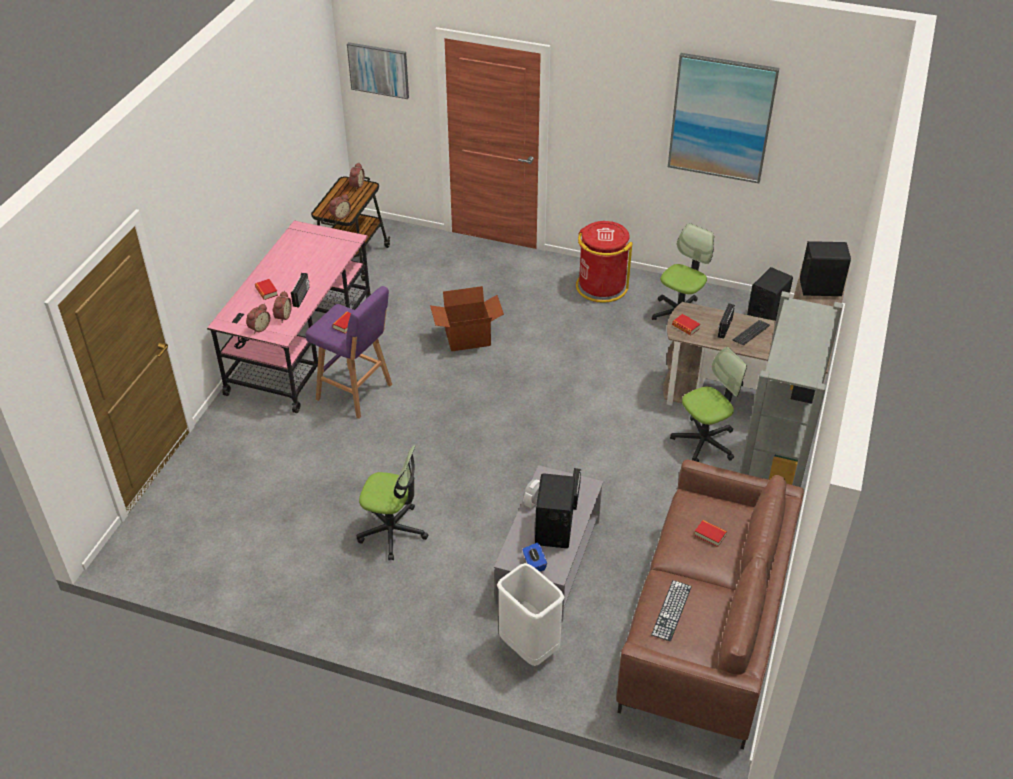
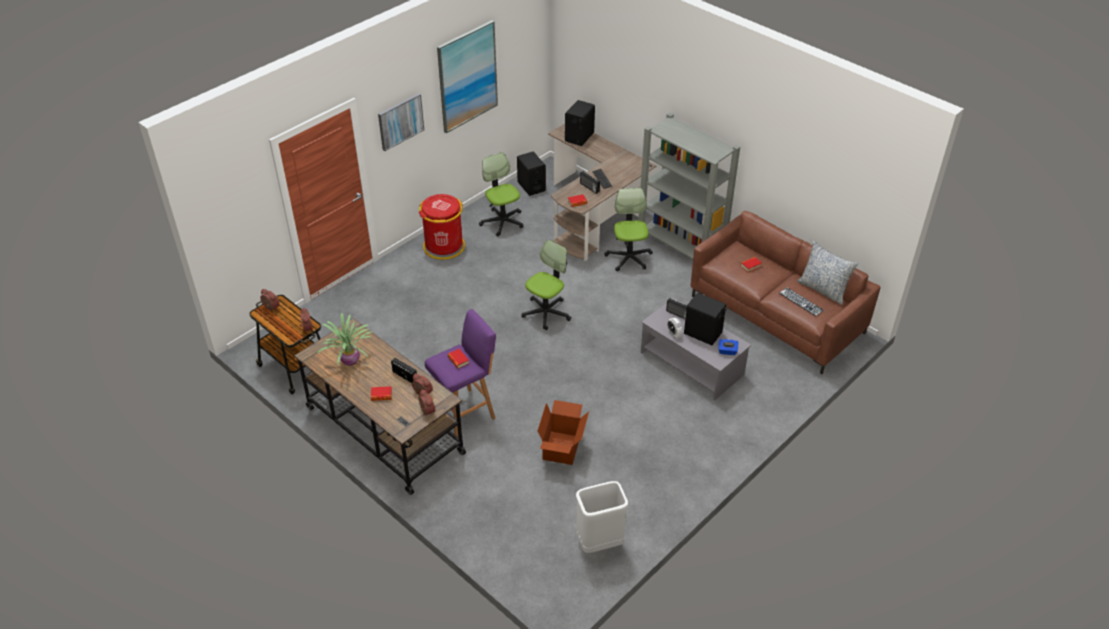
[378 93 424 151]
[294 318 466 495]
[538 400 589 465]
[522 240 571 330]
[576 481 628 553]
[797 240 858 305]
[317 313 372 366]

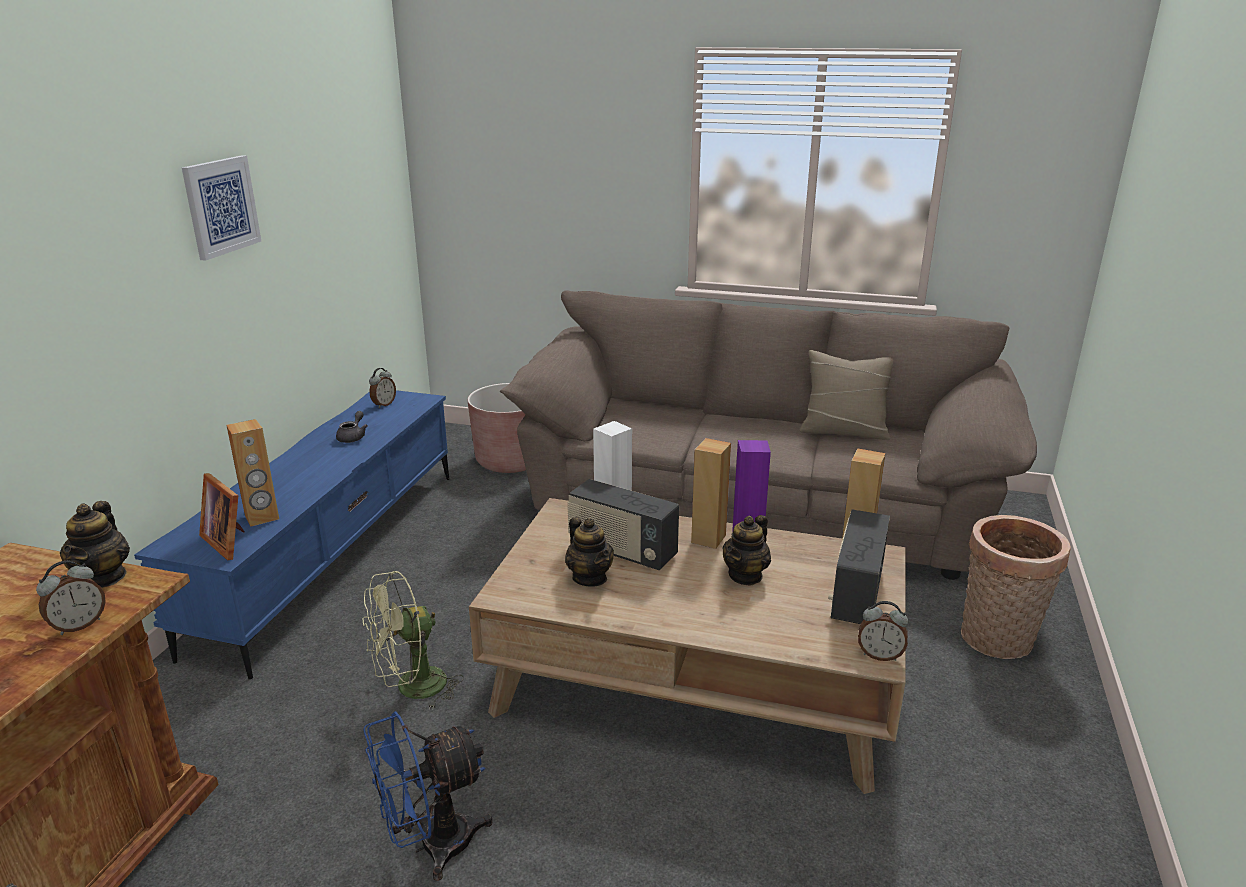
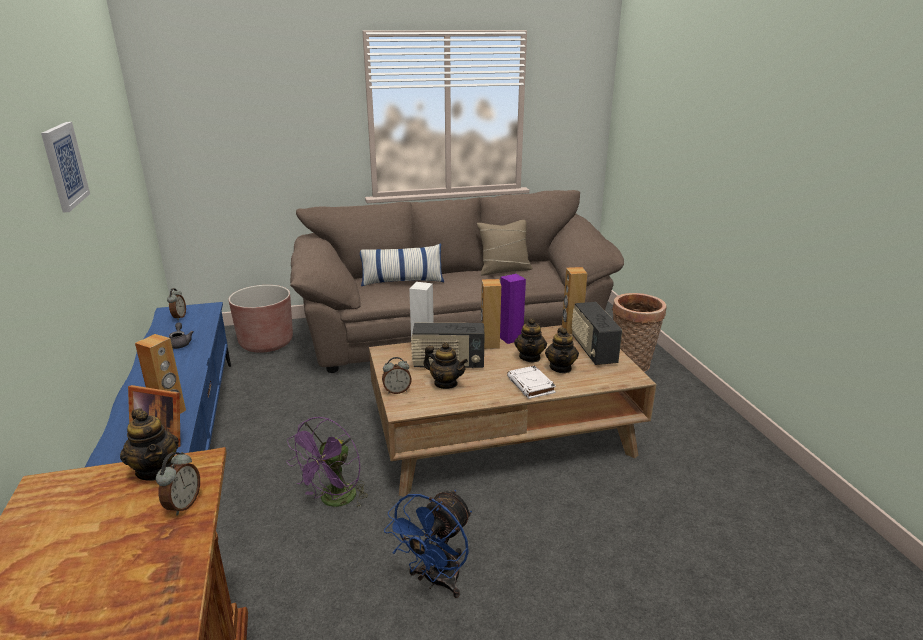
[286 417 368 508]
[382 357 412 394]
[360 244 444 286]
[545 328 579 373]
[507 366 556 399]

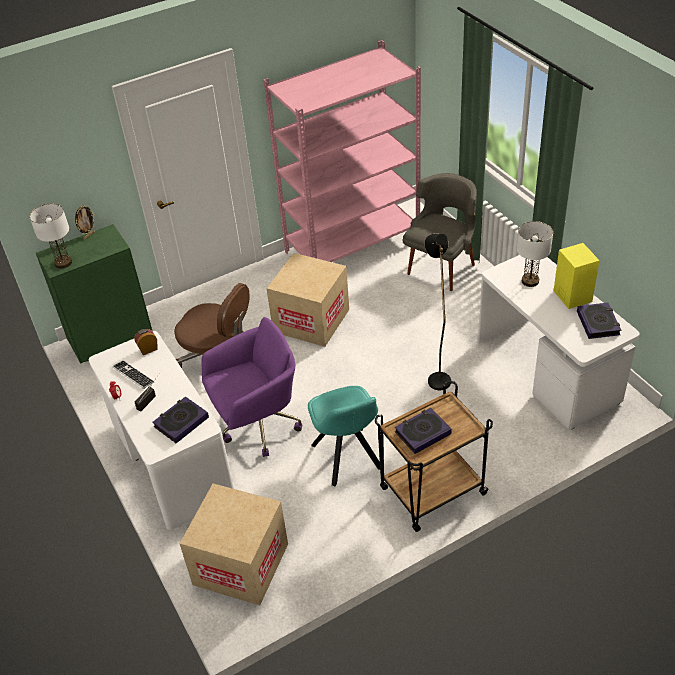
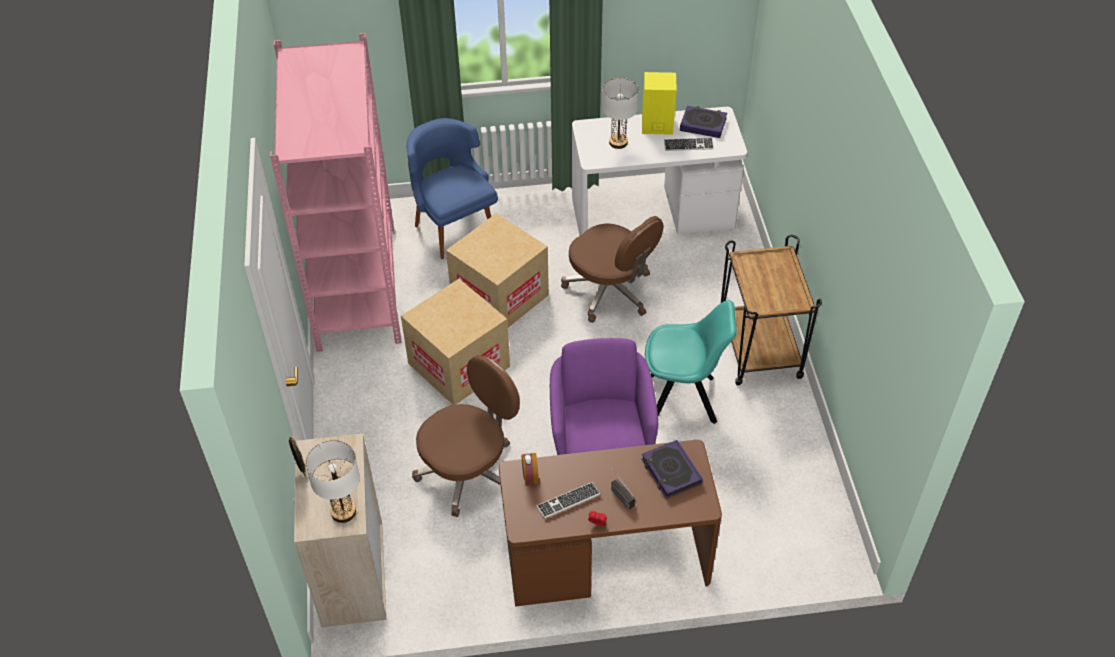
[406 118 498 259]
[293 433 386 627]
[561 216 664 323]
[499 440 722 607]
[395 408 452 454] (first image)
[446 213 549 327]
[664 138 714 151]

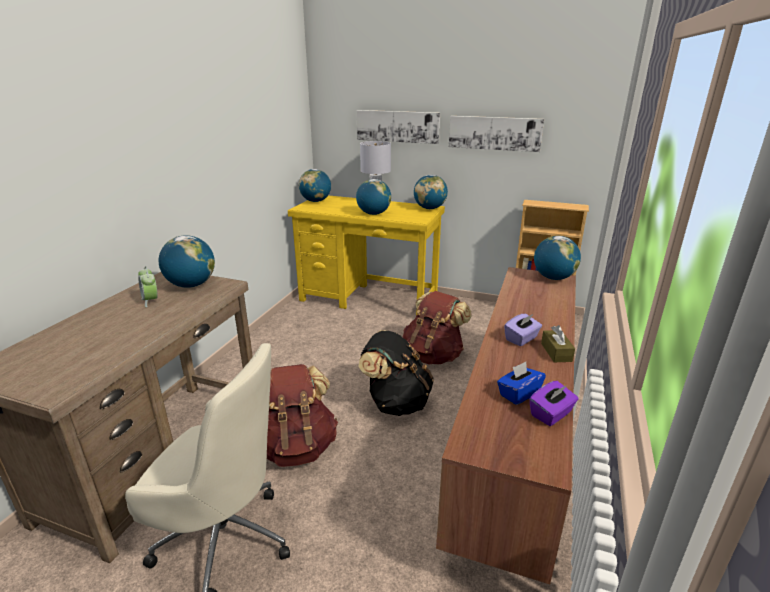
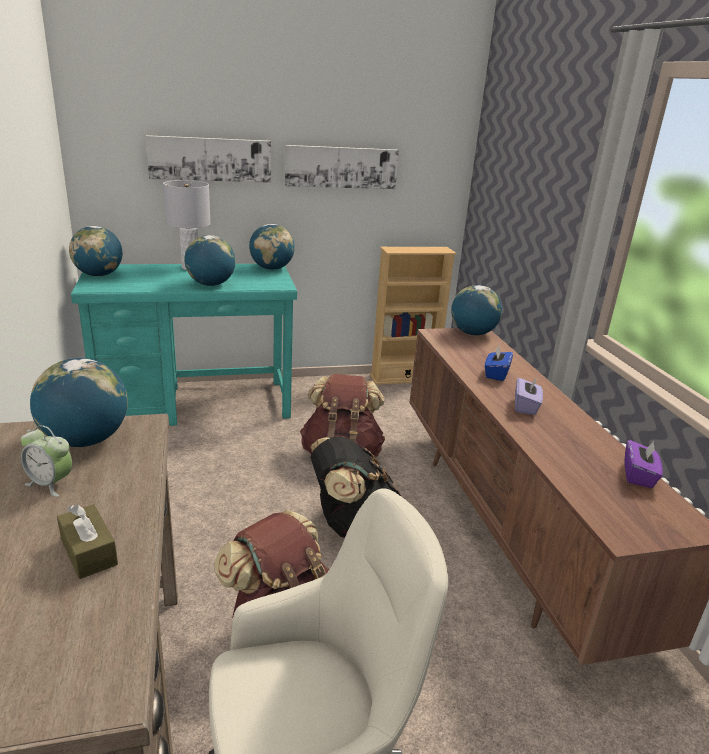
[71 264 297 426]
[57 504 118 579]
[485 346 513 381]

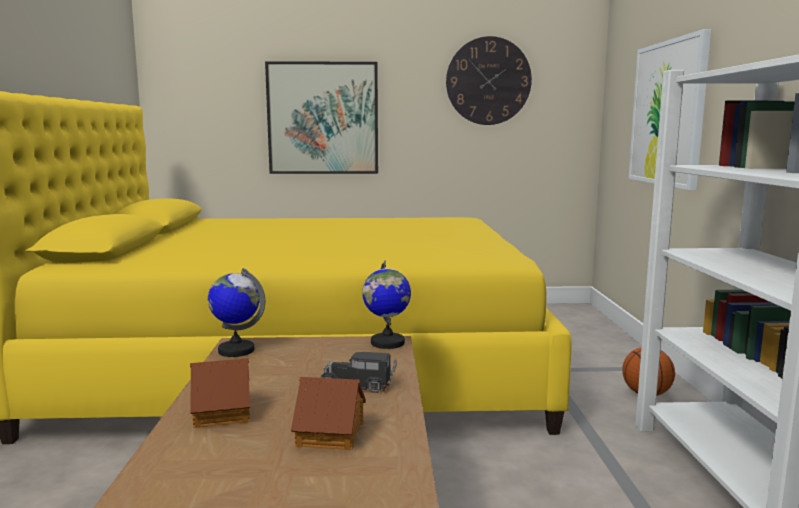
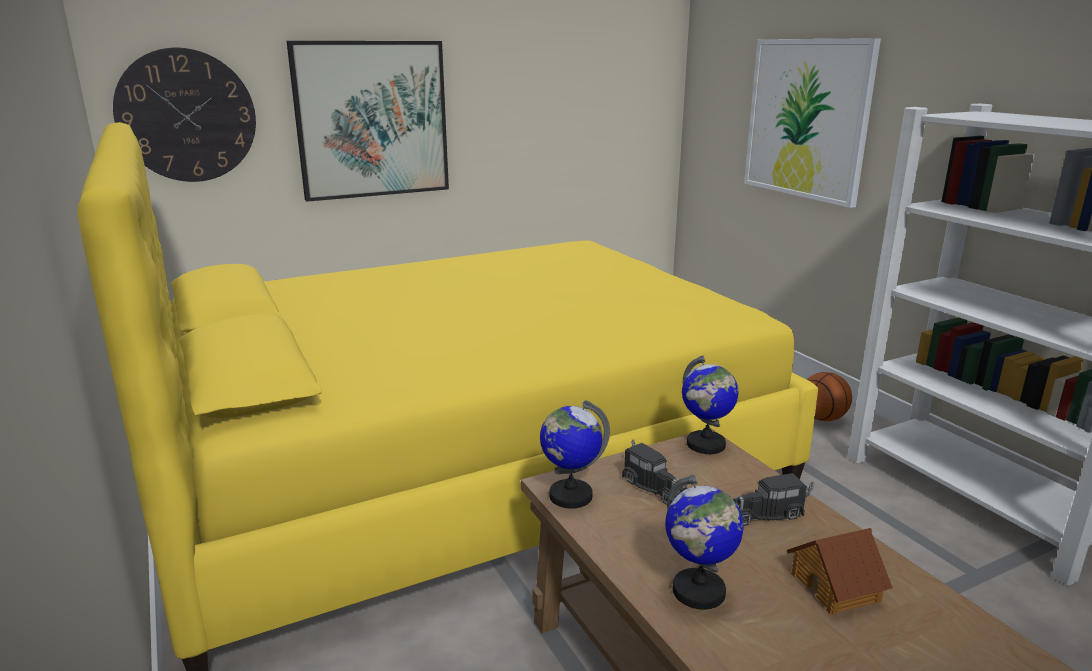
[113 48 256 182]
[665 475 744 610]
[622 439 688 505]

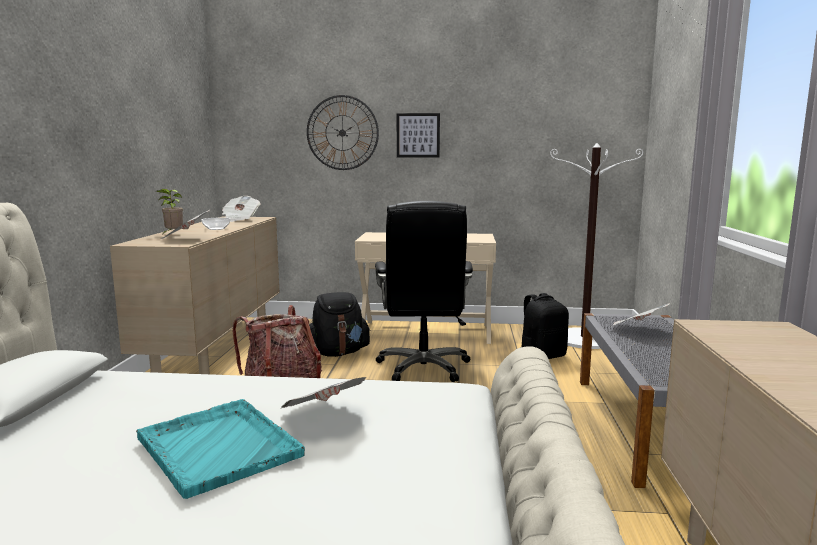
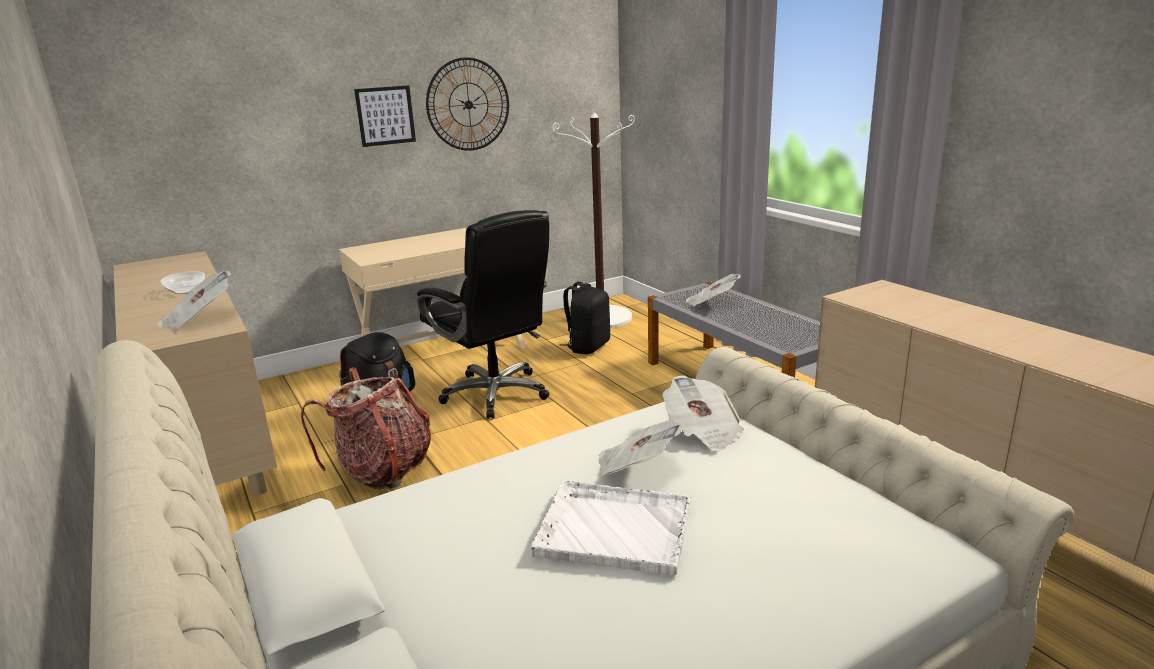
[426 57 509 151]
[156 189 183 234] (first image)
[662 375 744 452]
[530 481 691 575]

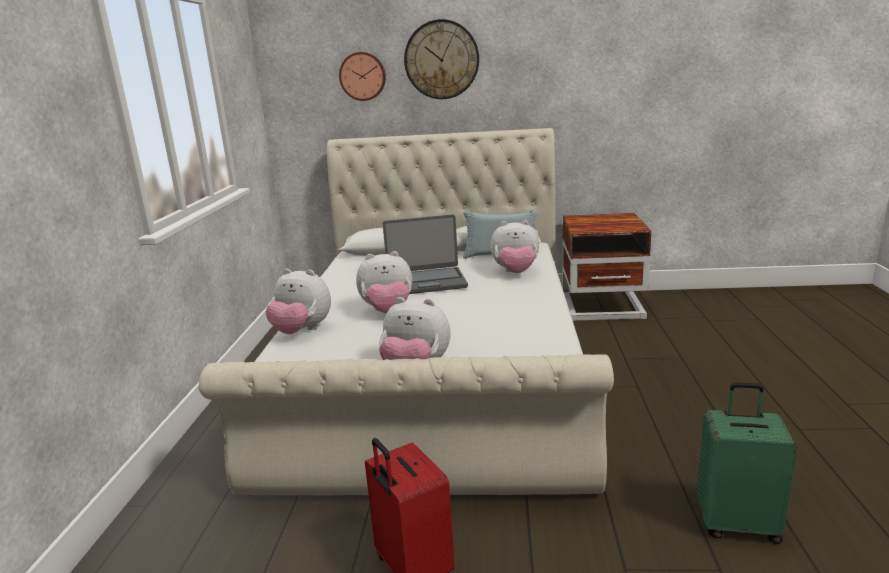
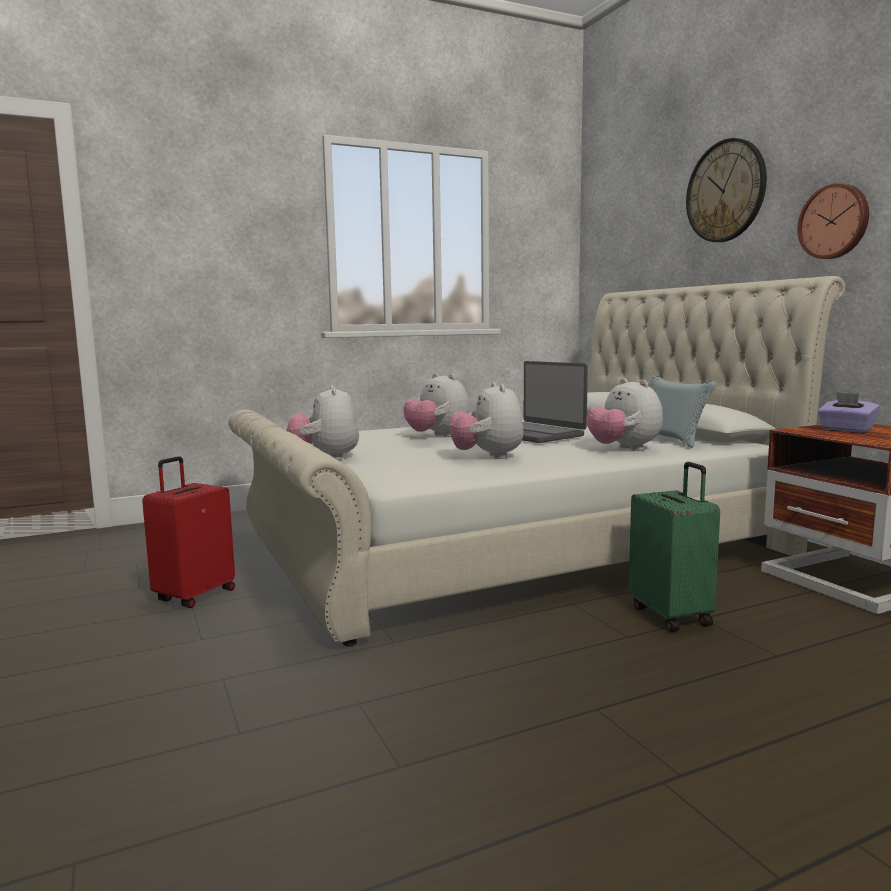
[797 183 869 259]
[449 382 524 459]
[629 462 720 632]
[818 392 880 432]

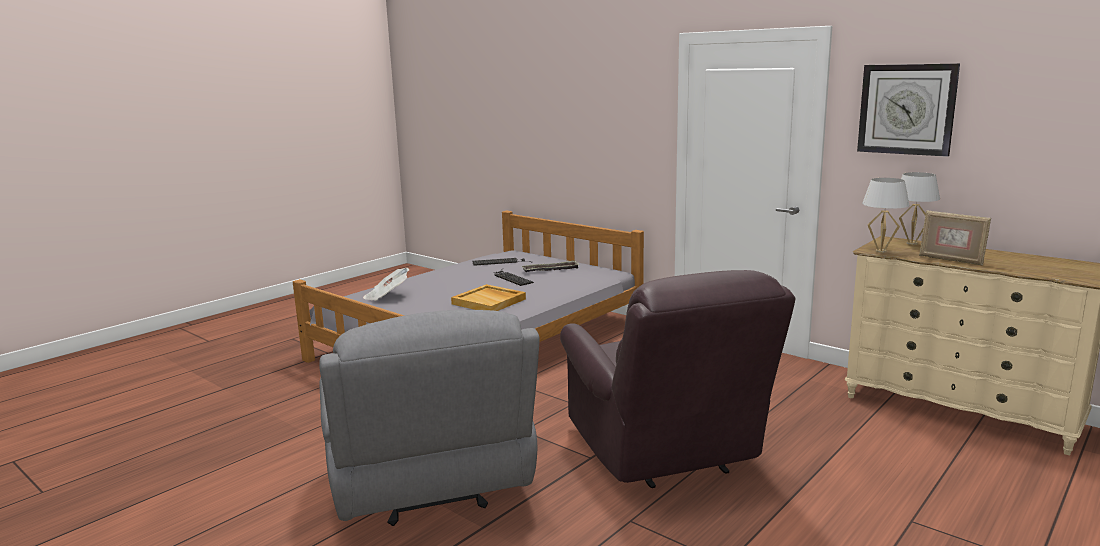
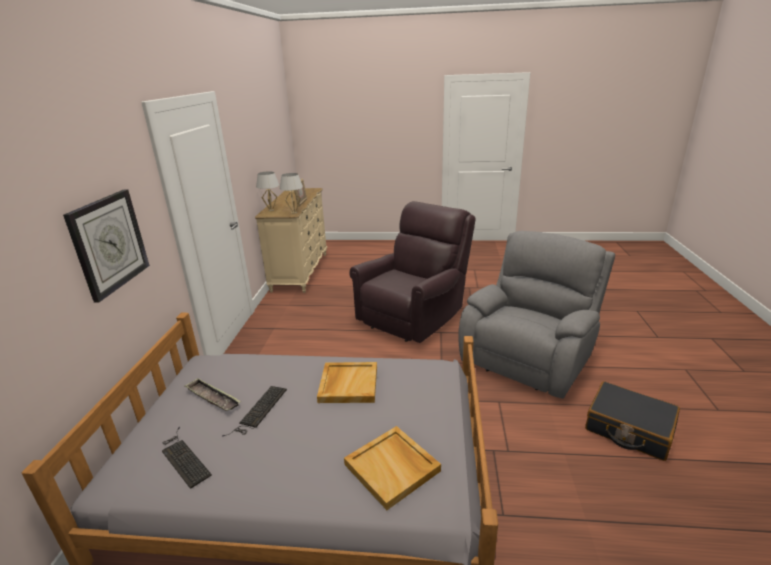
[63 190 150 303]
[344 426 441 510]
[585 381 680 461]

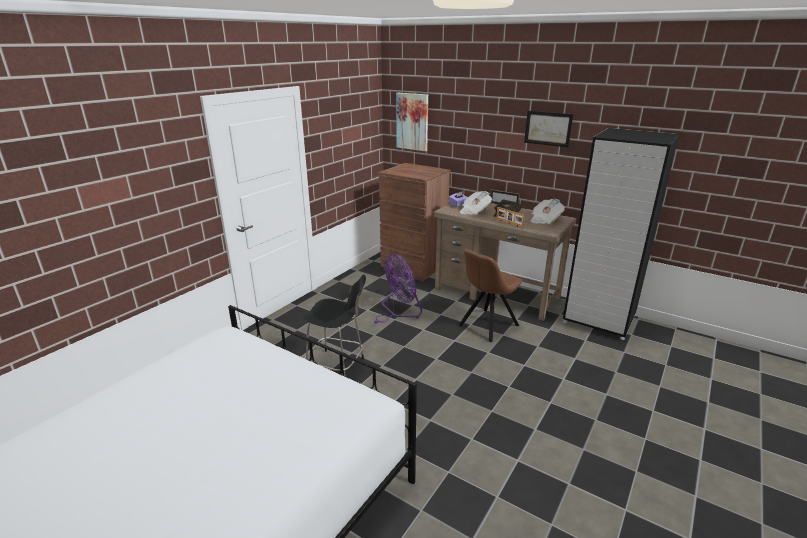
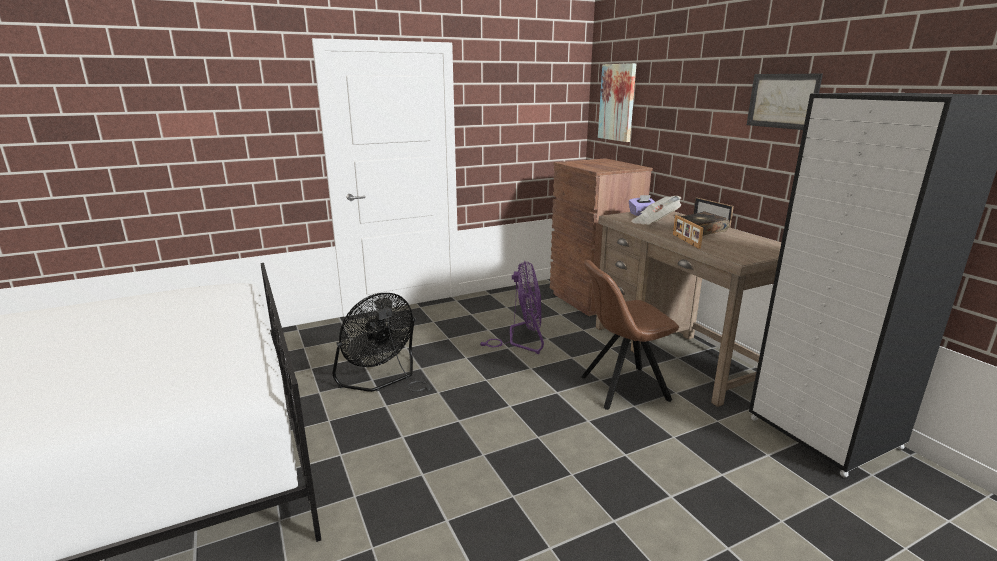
[531 199 565 224] (first image)
[332 293 432 392]

